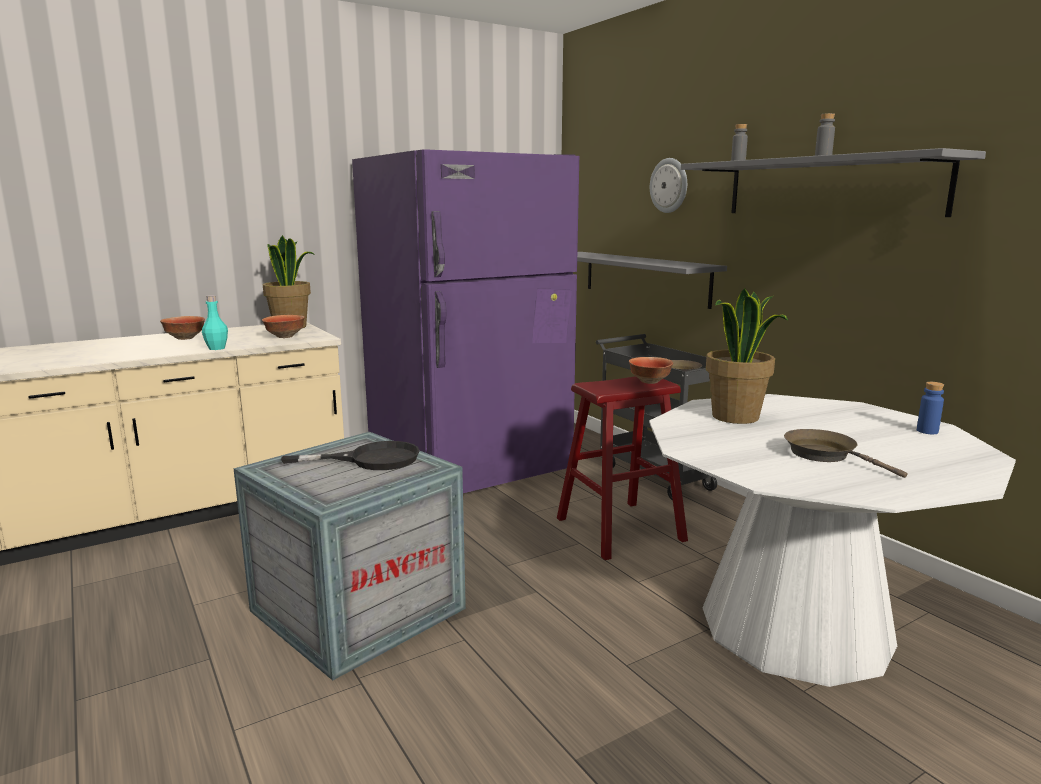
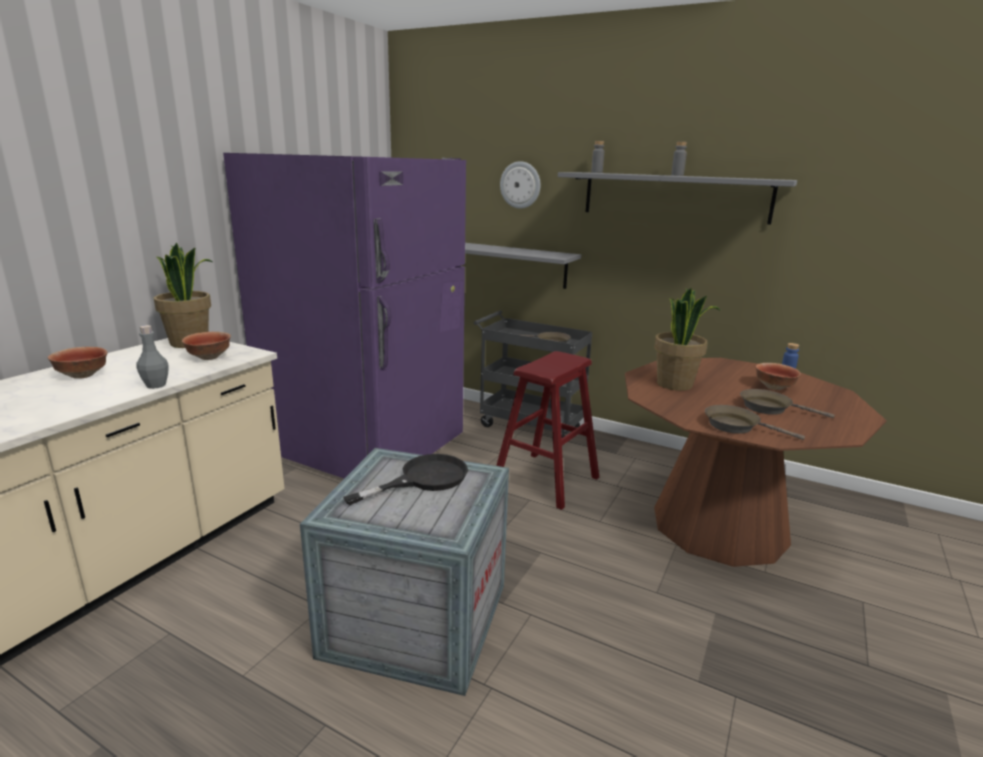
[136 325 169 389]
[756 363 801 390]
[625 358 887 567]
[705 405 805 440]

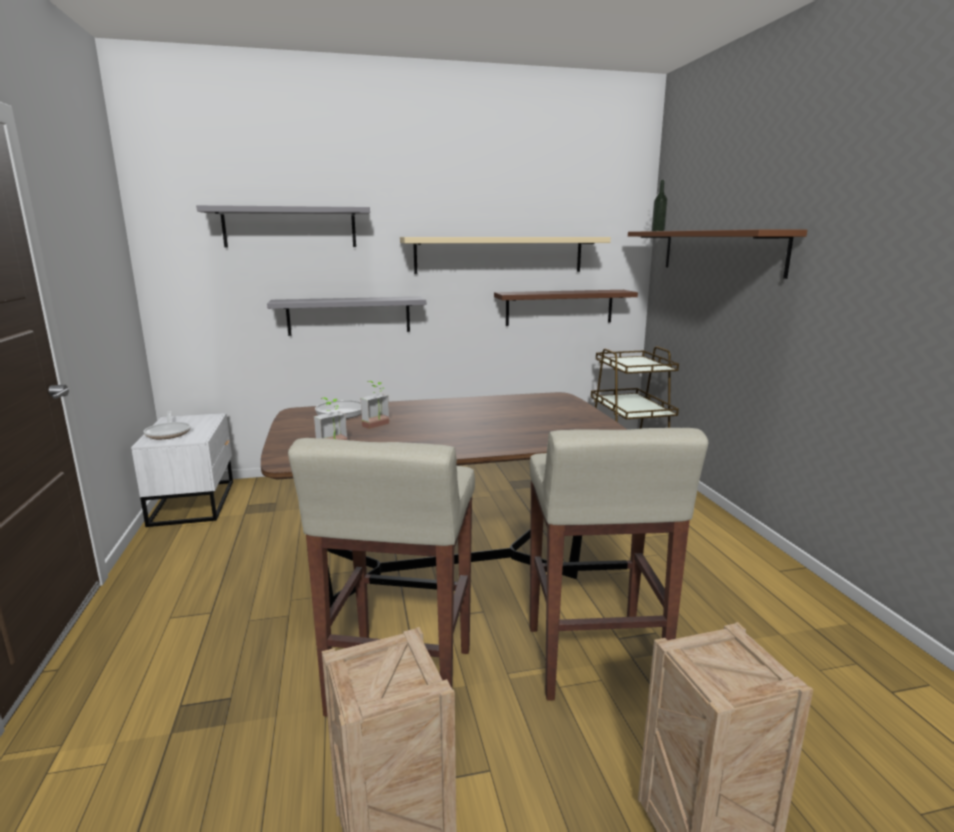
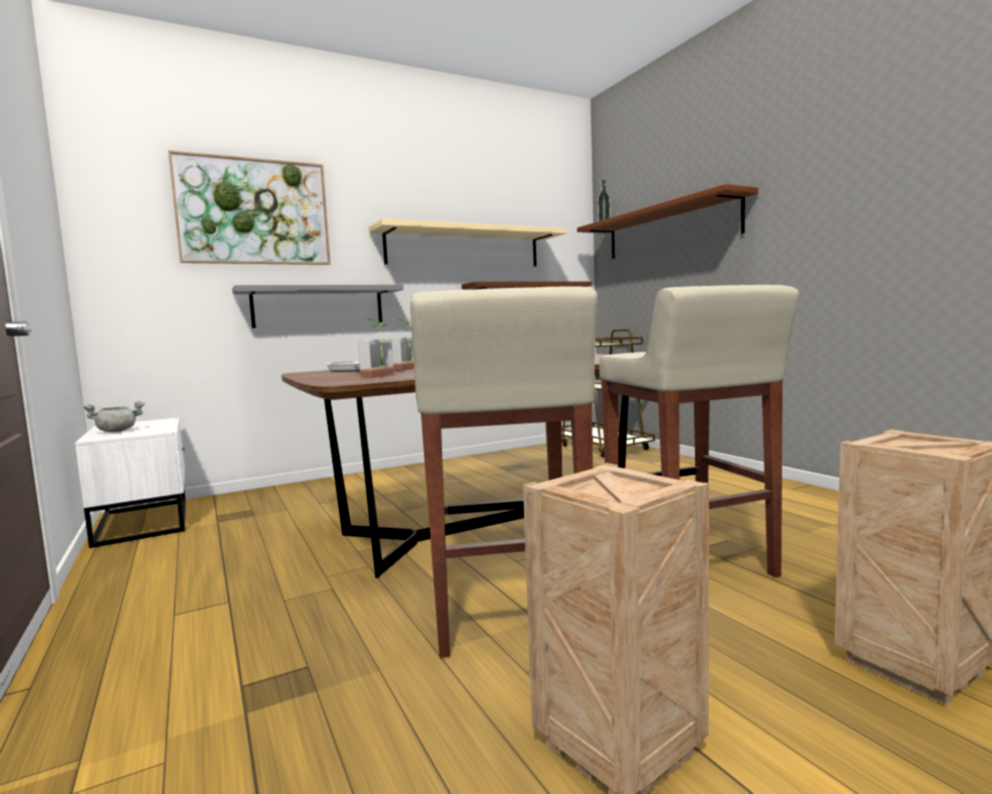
[168 150 331 265]
[84 401 145 432]

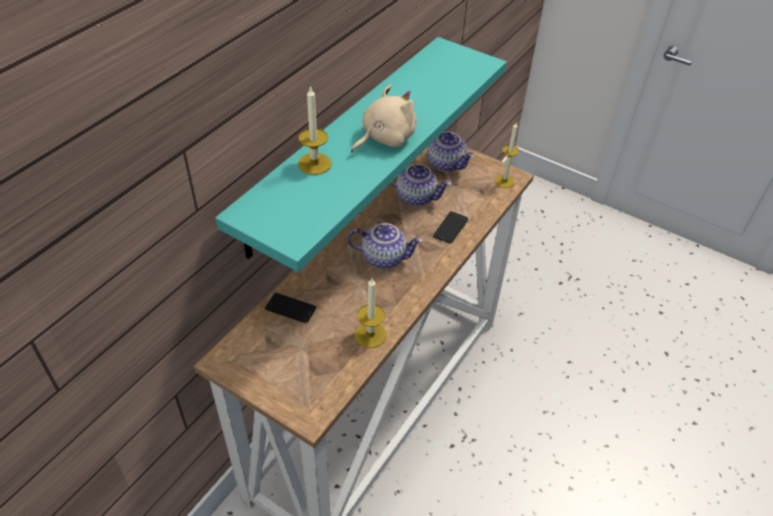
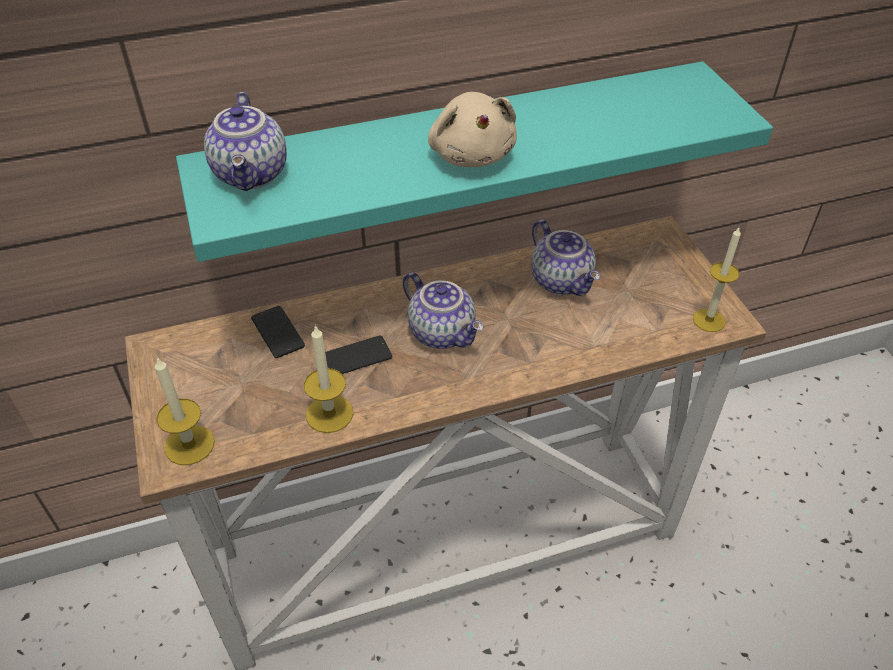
[428 92 517 167]
[155 356 215 465]
[204 92 287 191]
[325 336 392 374]

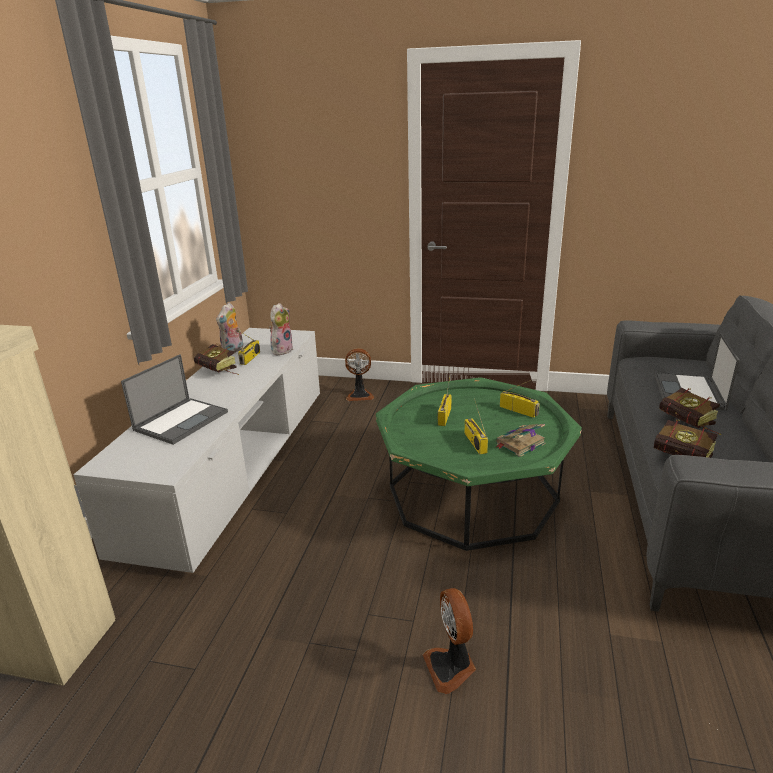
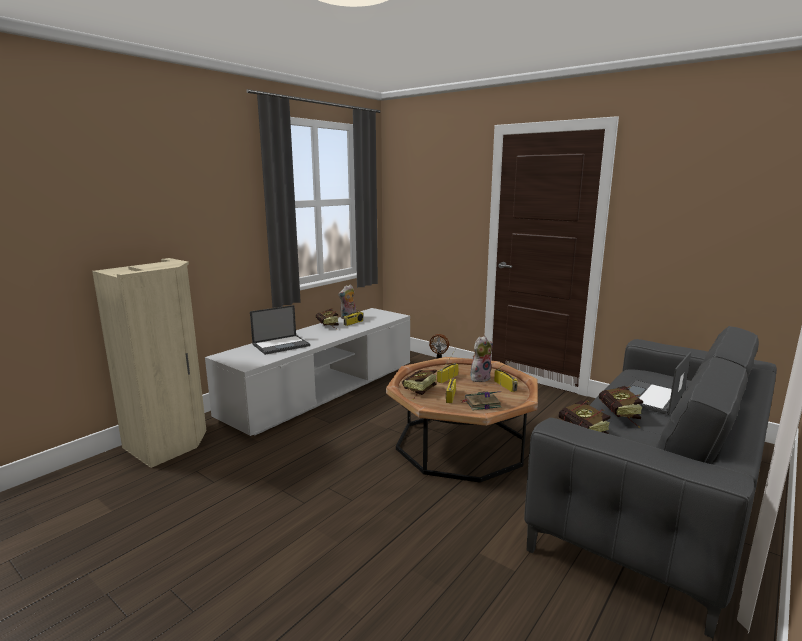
[470 336 493 382]
[386 357 538 483]
[423 588 476 694] (first image)
[402 370 437 400]

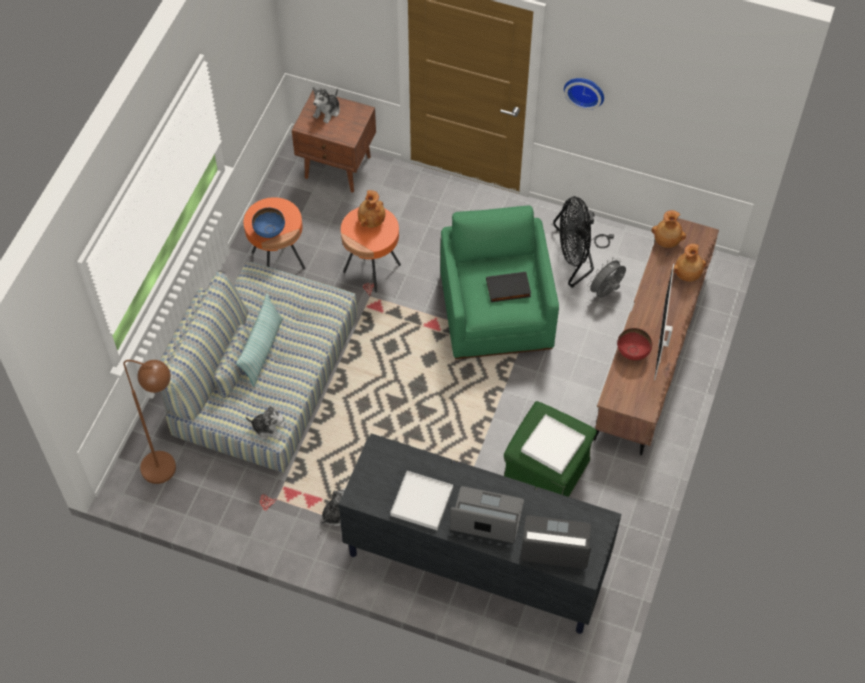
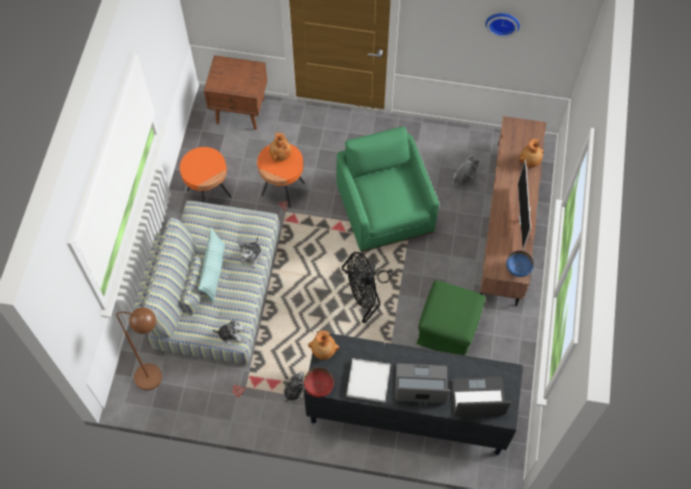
[485 13 520 38]
[238 236 262 268]
[342 252 393 323]
[506 251 534 277]
[308 330 339 360]
[486 272 531 302] (first image)
[304 368 334 397]
[521 414 585 474] (first image)

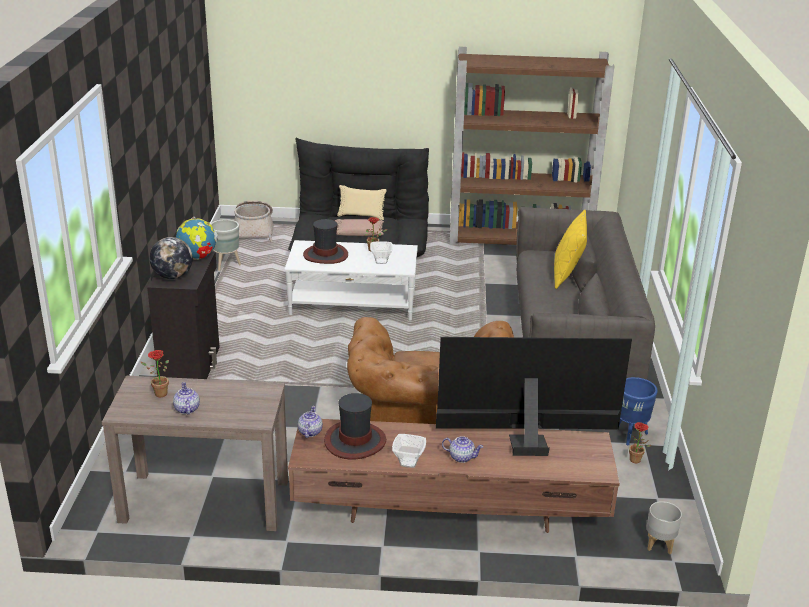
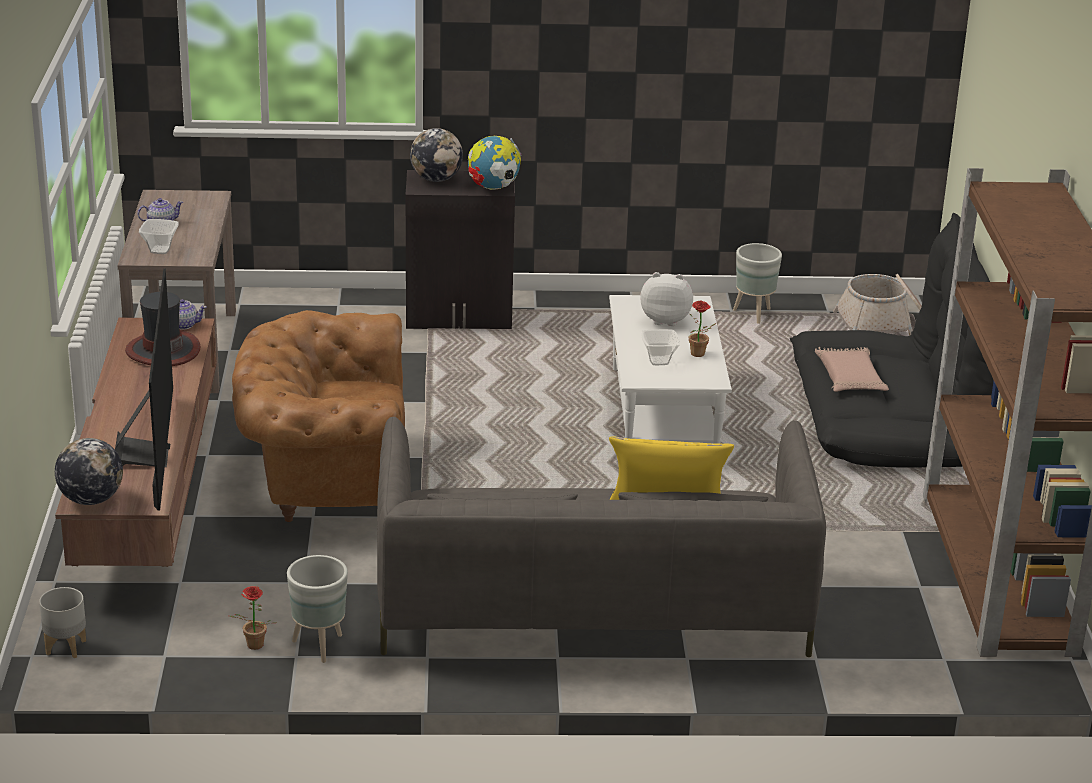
[337 185 387 220] (first image)
[640 272 693 326]
[141 350 169 397] (first image)
[287 555 348 663]
[139 219 179 254]
[442 436 483 463] (first image)
[55 438 123 505]

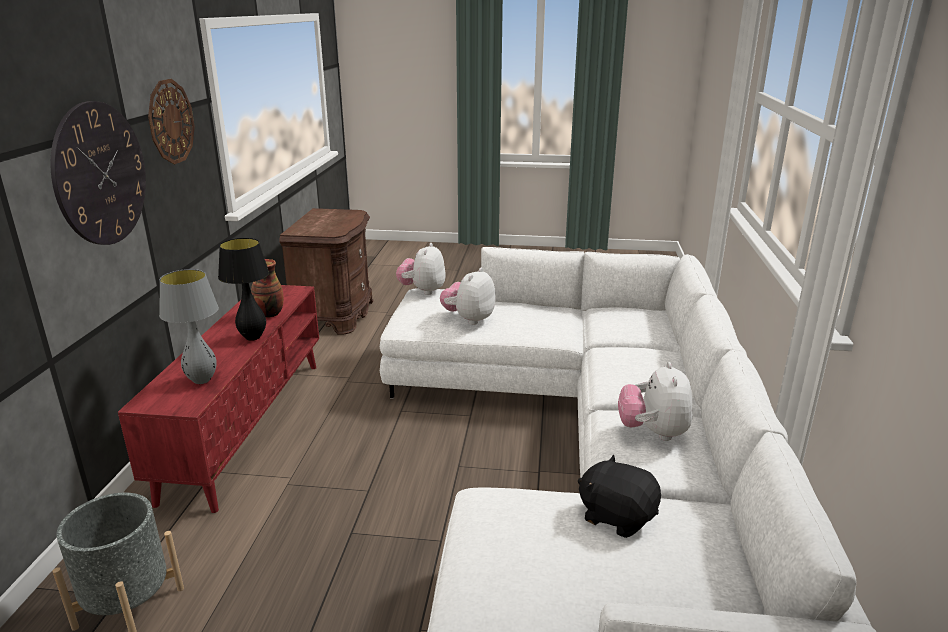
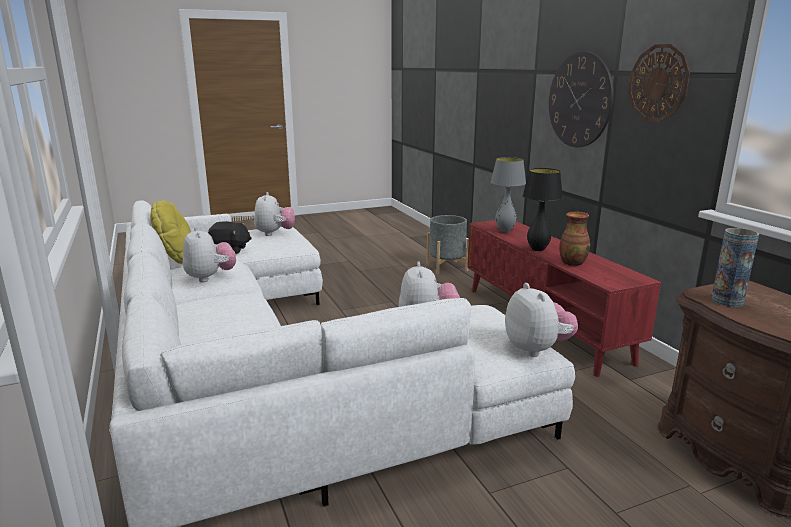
[254 192 295 236]
[150 200 191 264]
[711 228 759 307]

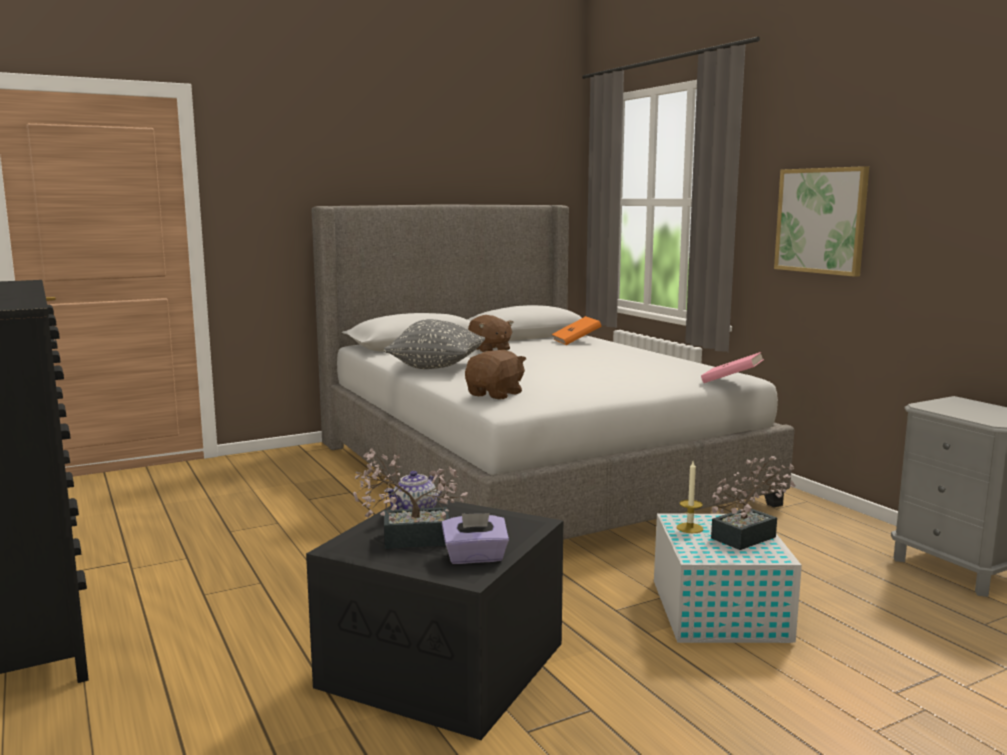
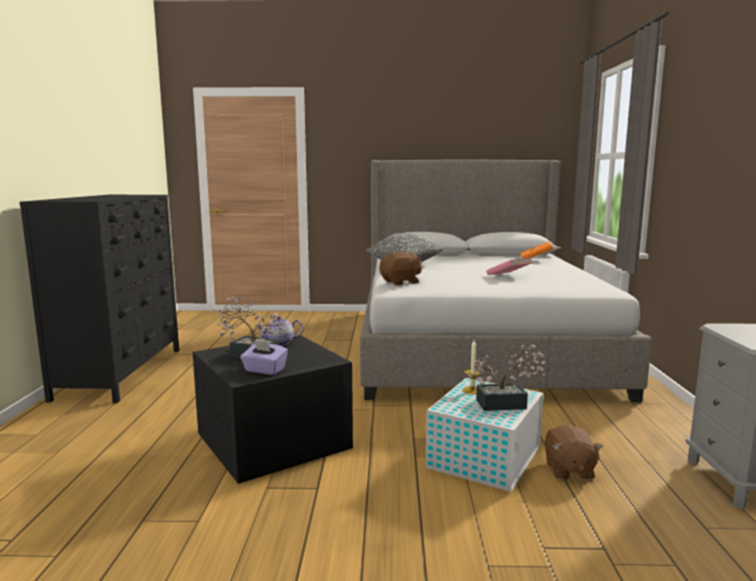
[774 166 869 277] (first image)
[545 425 603 480]
[487 257 532 275]

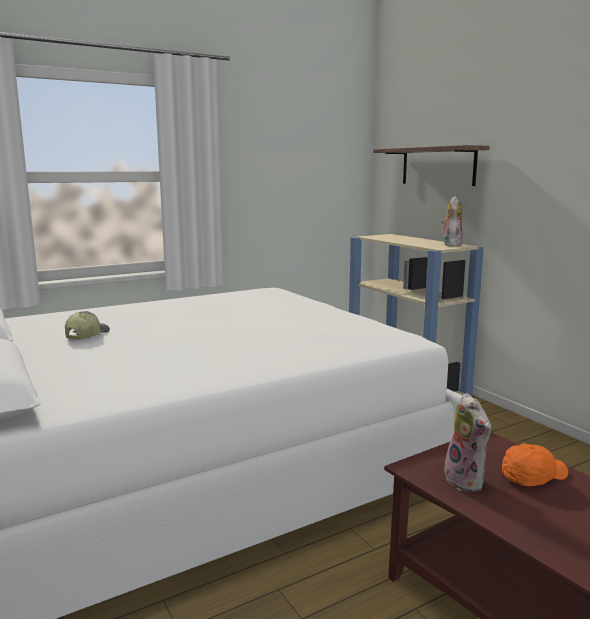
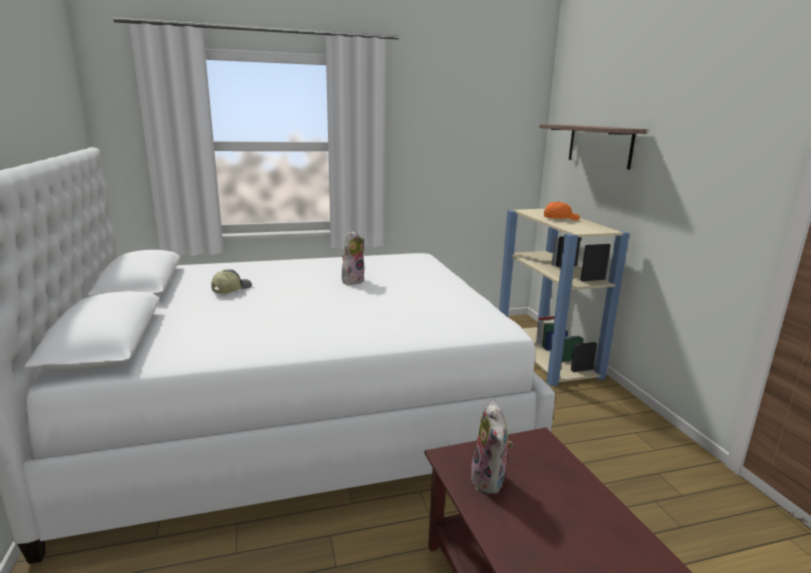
[342 231 364 285]
[544 201 580 220]

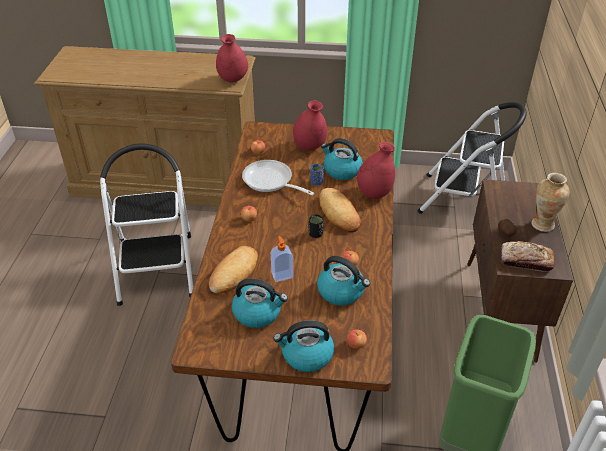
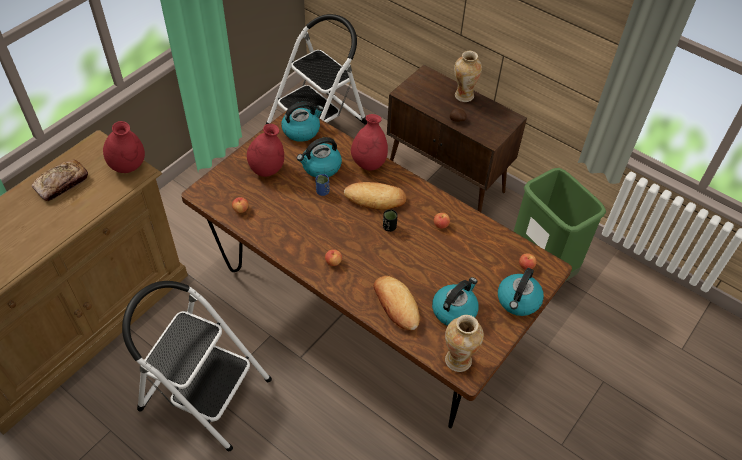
[242 160 314 195] (first image)
[271 236 293 282] (first image)
[31 160 88 201]
[281 101 324 142]
[445 315 484 372]

